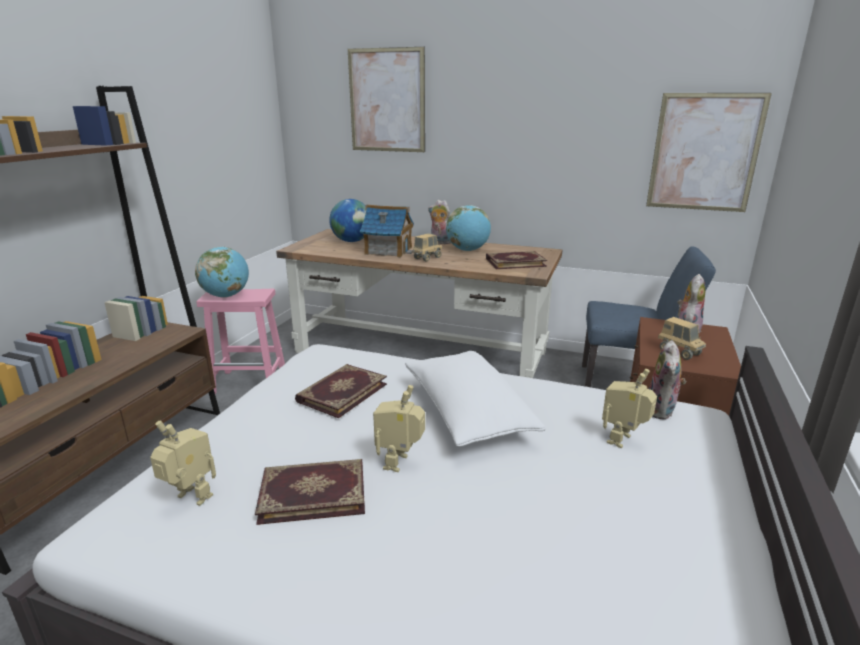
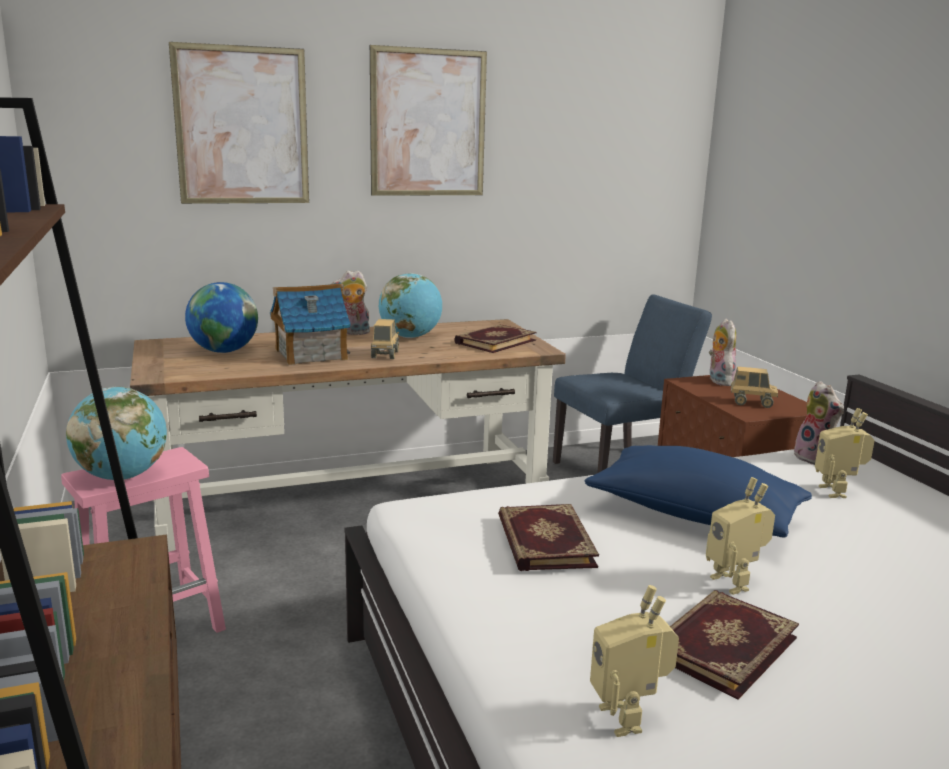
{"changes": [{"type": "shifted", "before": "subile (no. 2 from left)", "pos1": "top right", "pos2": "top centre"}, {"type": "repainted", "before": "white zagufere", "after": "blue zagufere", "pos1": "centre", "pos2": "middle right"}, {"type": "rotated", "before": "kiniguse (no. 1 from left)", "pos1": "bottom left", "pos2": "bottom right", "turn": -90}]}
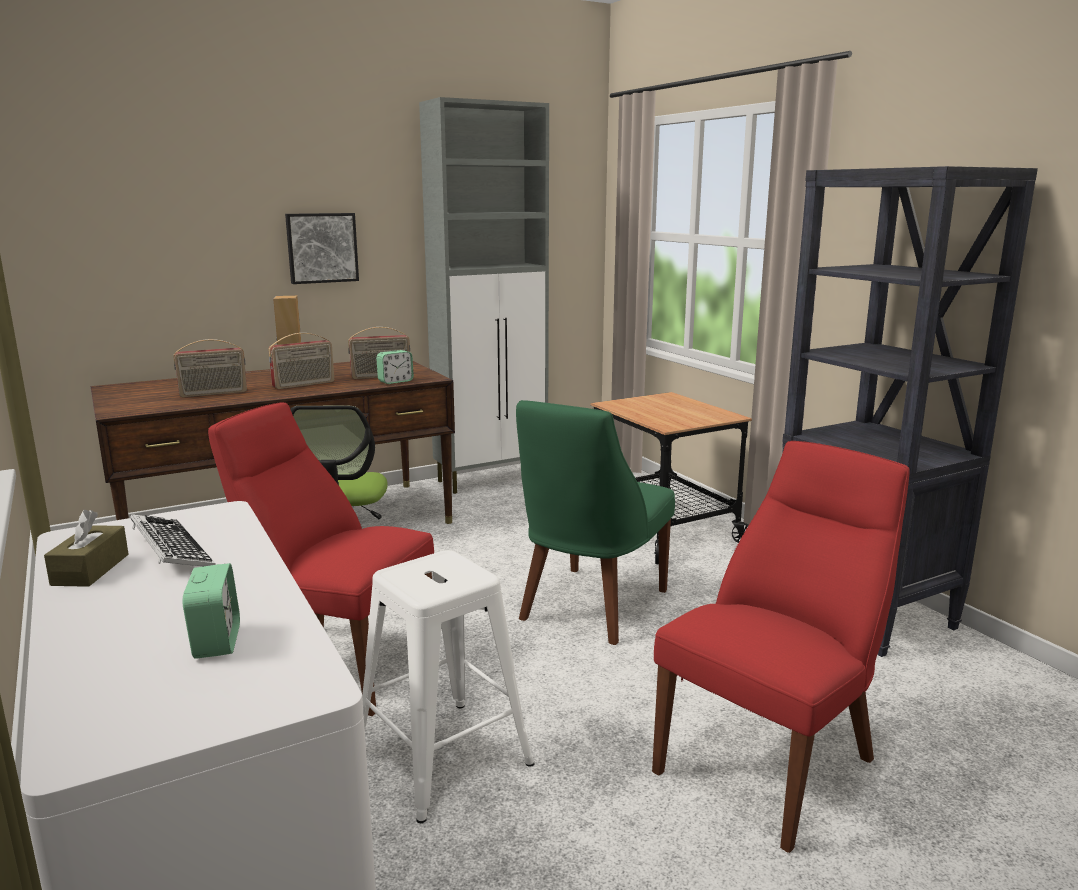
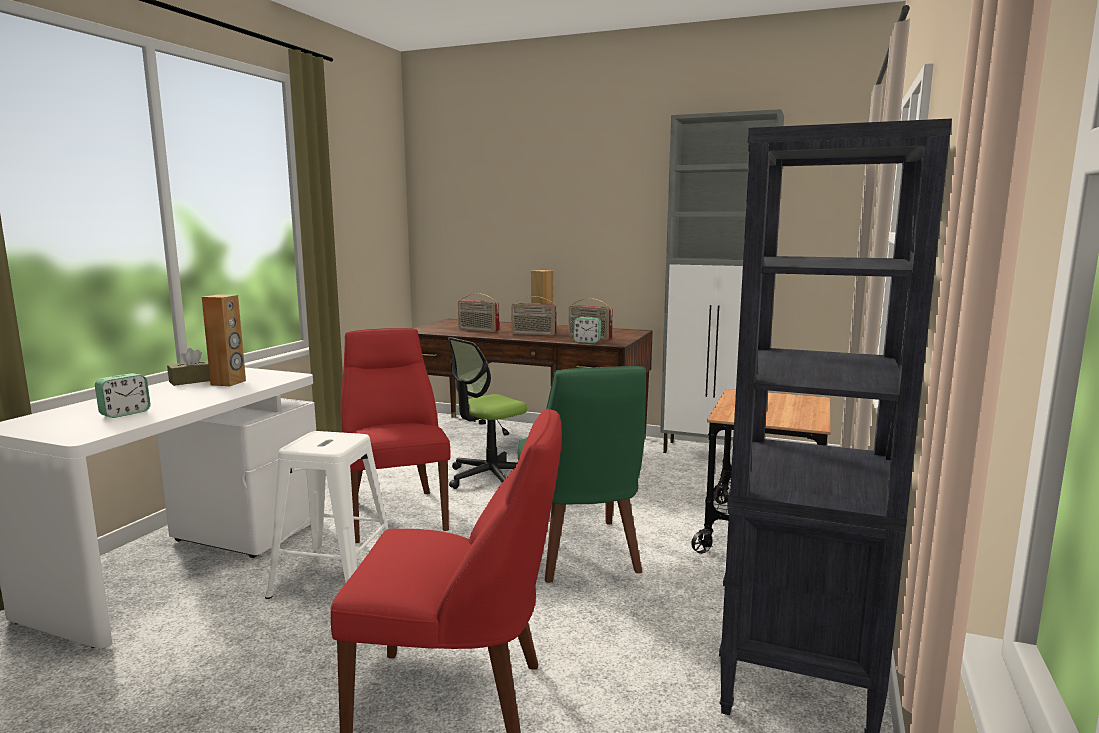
{"changes": [{"type": "gone", "before": "subile", "pos1": "top left"}, {"type": "rotated", "before": "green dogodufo", "pos1": "centre", "pos2": "centre", "turn": -90}, {"type": "swapped", "before": "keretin", "after": "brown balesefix (no. 1 from left)", "pos1": "middle left", "pos2": "middle left"}]}
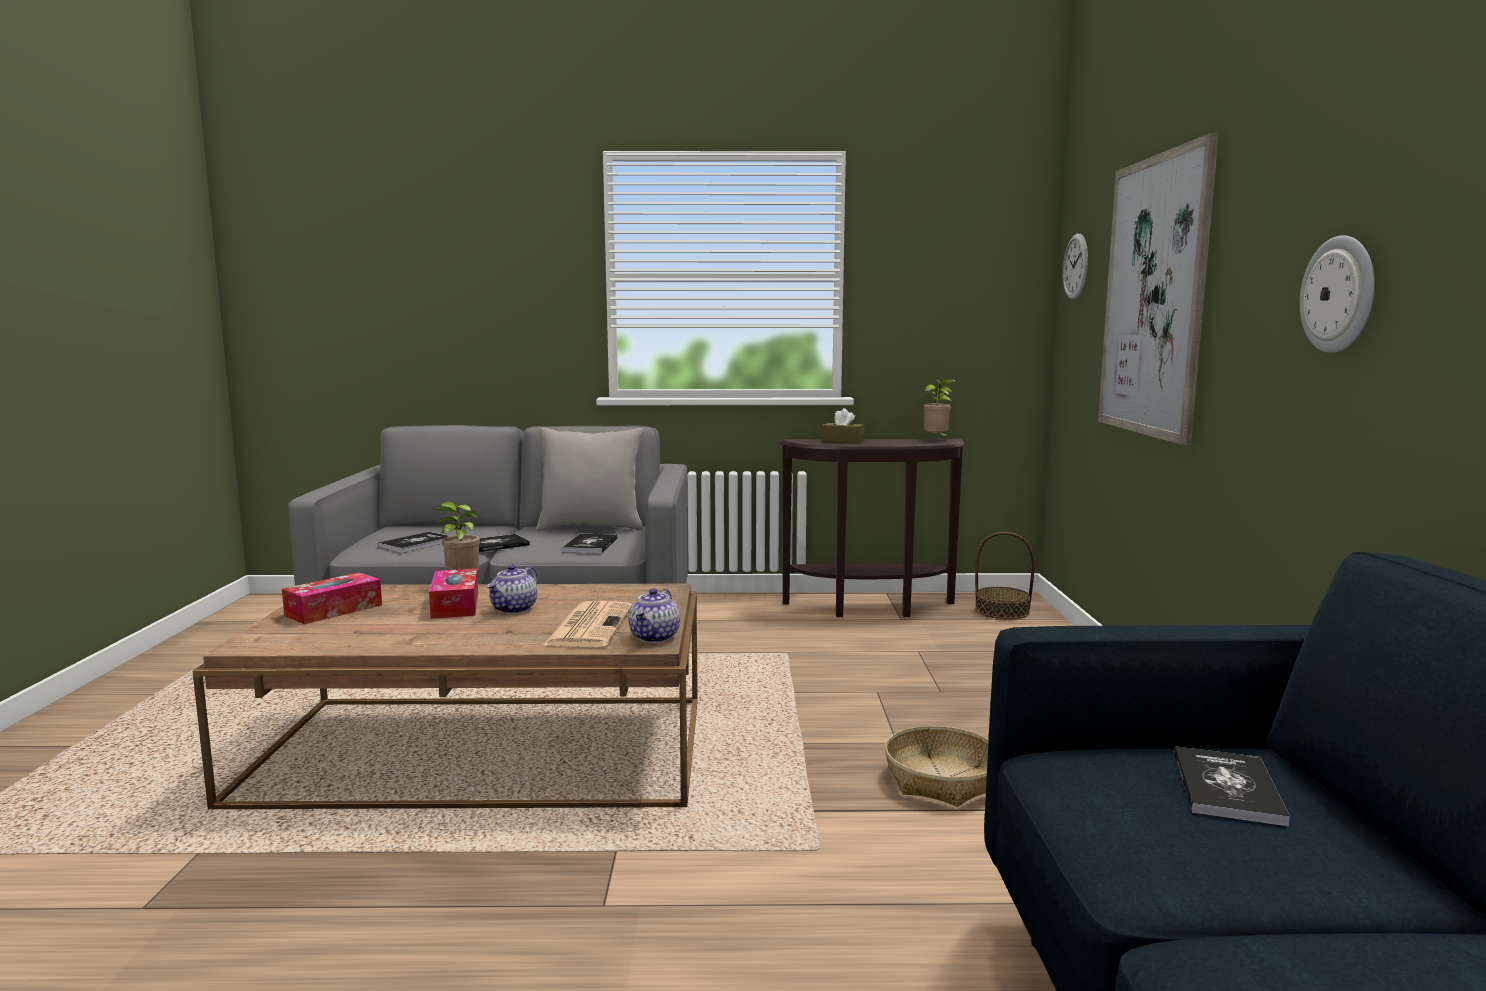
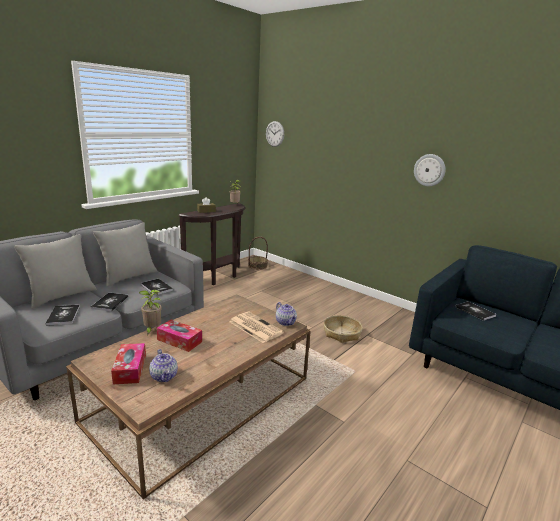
{"changes": [{"type": "gone", "before": "subile", "pos1": "top right"}, {"type": "shifted", "before": "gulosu (no. 1 from left)", "pos1": "centre", "pos2": "bottom left"}, {"type": "new", "after": "grey zagufere (no. 1 from left)", "pos2": "middle left"}]}
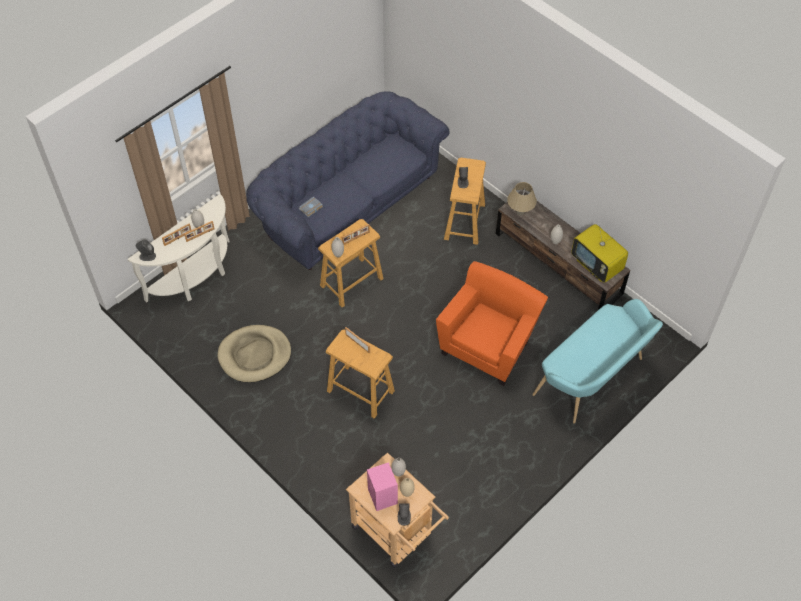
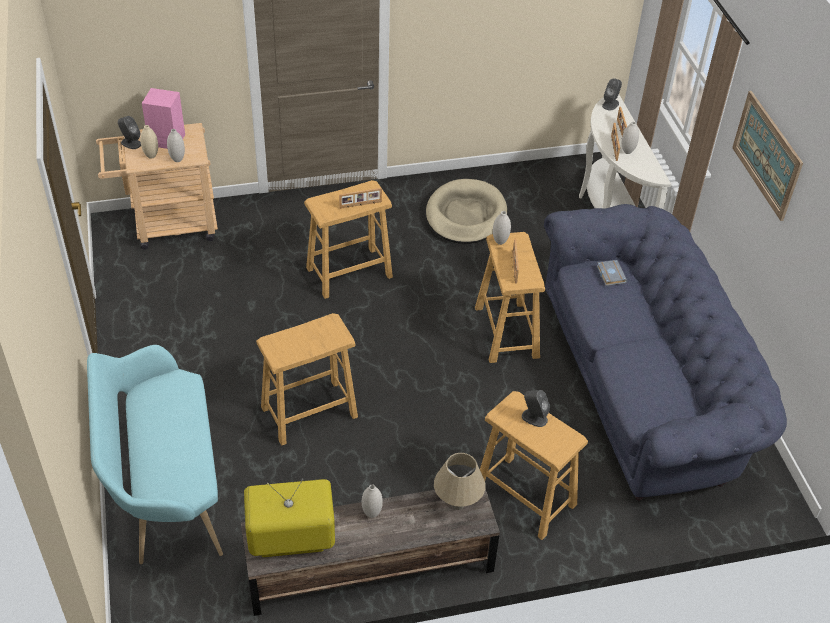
{"changes": [{"type": "swapped", "before": "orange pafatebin", "after": "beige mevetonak (no. 1 from left)", "pos1": "centre", "pos2": "centre"}, {"type": "new", "after": "subile", "pos2": "top right"}]}
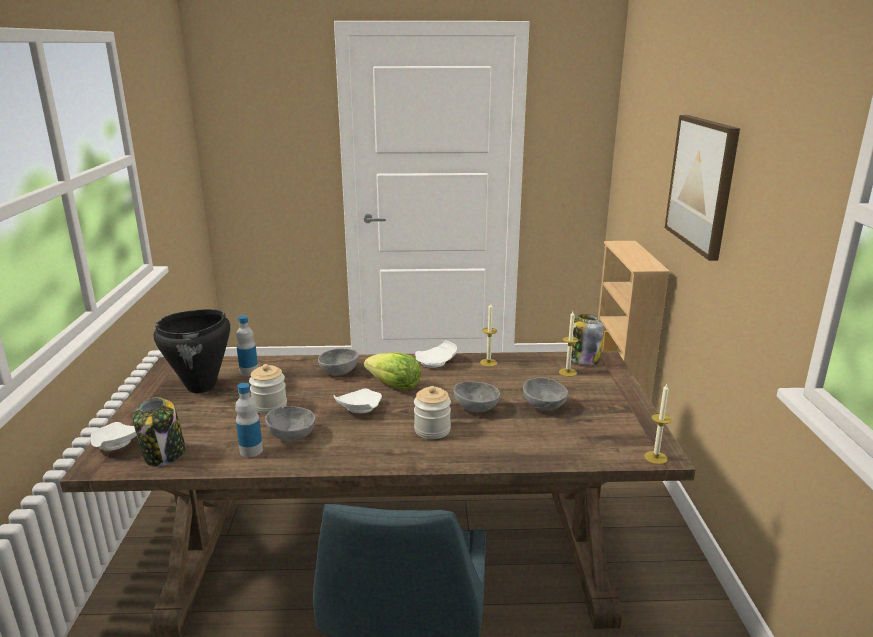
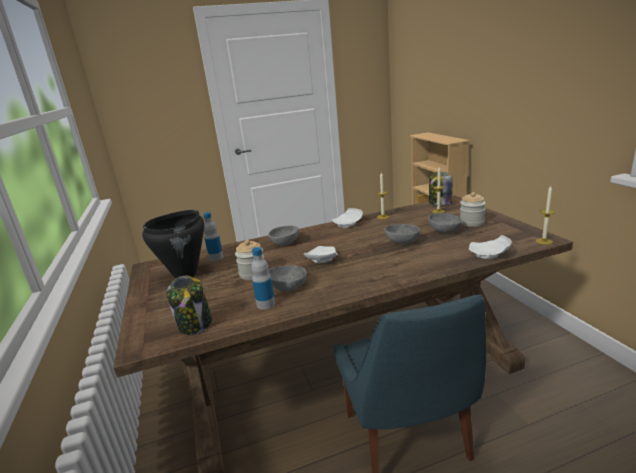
{"changes": [{"type": "gone", "before": "subile", "pos1": "top right"}, {"type": "gone", "before": "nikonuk", "pos1": "centre"}, {"type": "shifted", "before": "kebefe (no. 3 from left in the first image)", "after": "kebefe (no. 4 from left)", "pos1": "centre", "pos2": "middle right"}, {"type": "shifted", "before": "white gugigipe (no. 1 from left in the first image)", "after": "white gugigipe (no. 3 from left)", "pos1": "bottom left", "pos2": "middle right"}]}
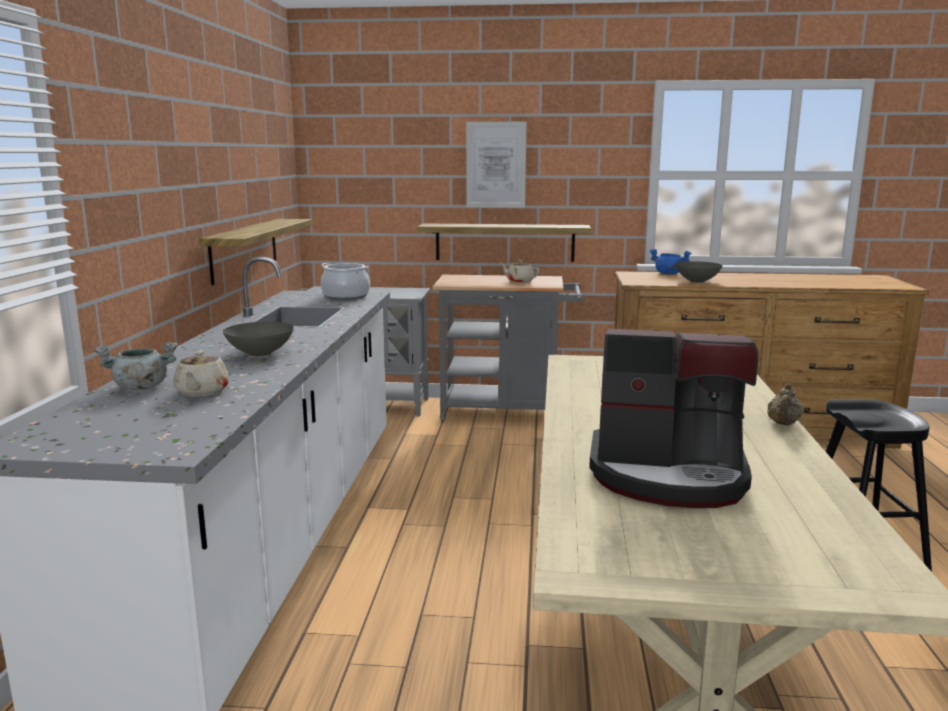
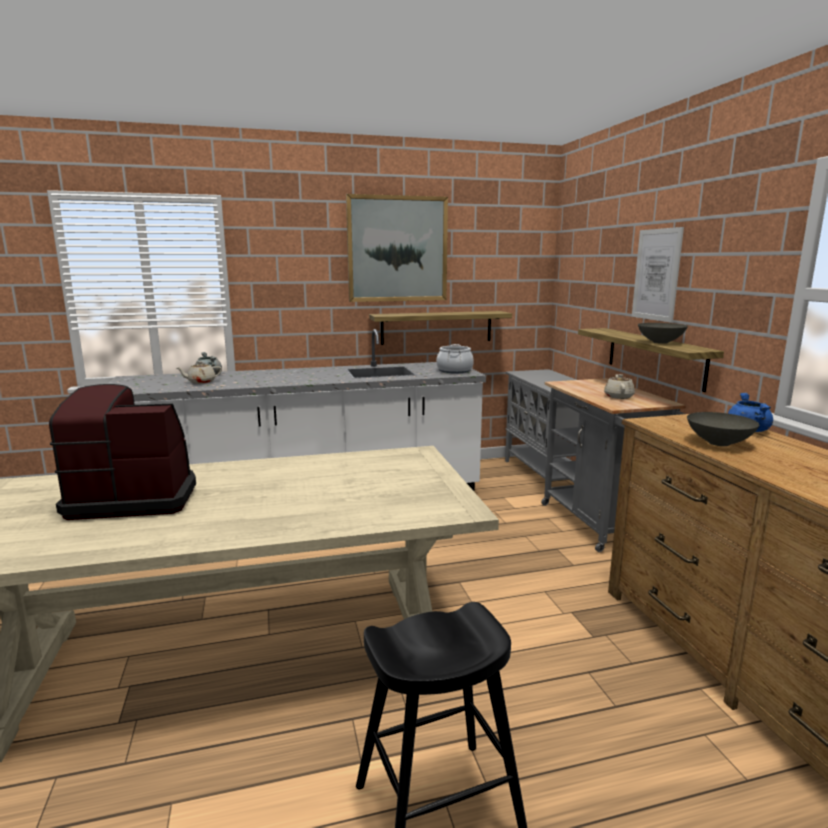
{"changes": [{"type": "shifted", "before": "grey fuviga (no. 1 from left)", "pos1": "middle left", "pos2": "middle right"}, {"type": "rotated", "before": "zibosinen", "pos1": "middle right", "pos2": "middle left", "turn": 90}, {"type": "gone", "before": "beige gulosu (no. 3 from left)", "pos1": "middle right"}, {"type": "new", "after": "subile (no. 1 from left)", "pos2": "top centre"}]}
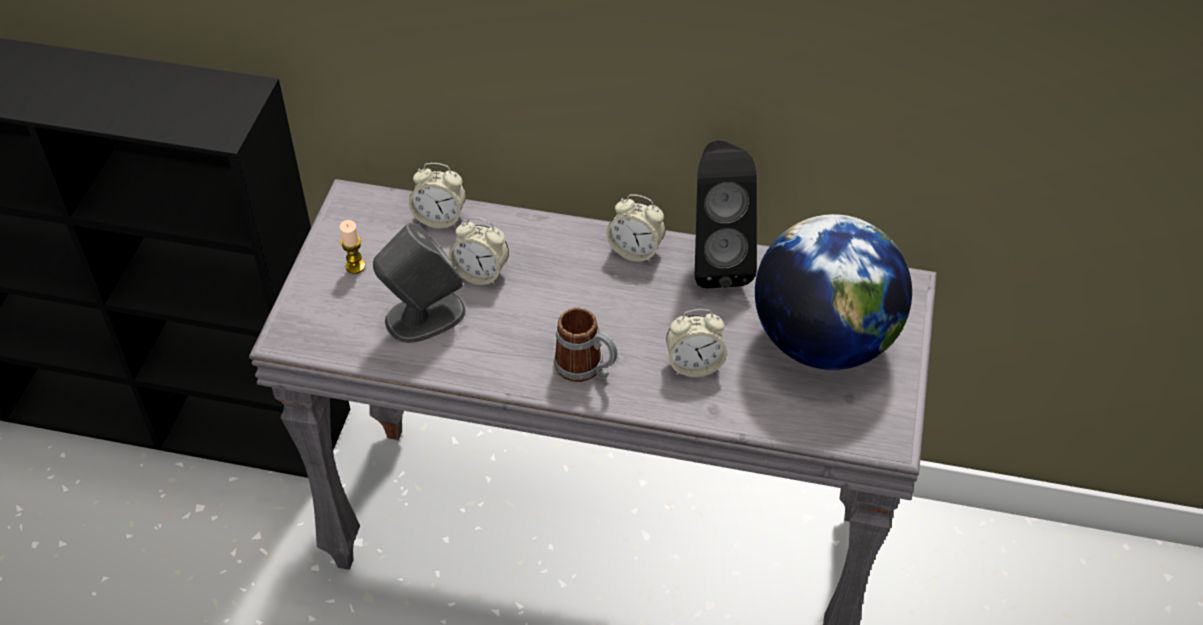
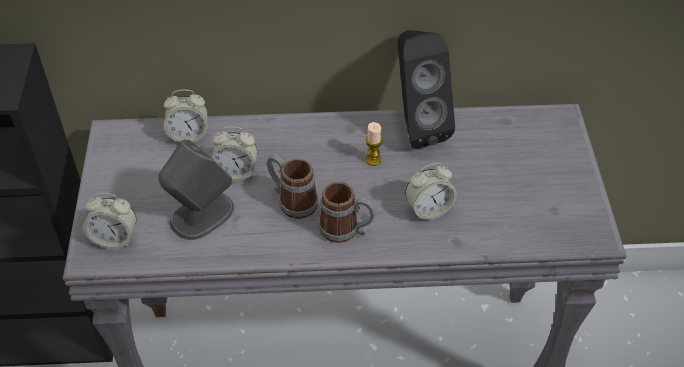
{"changes": [{"type": "shifted", "before": "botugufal (no. 3 from left in the first image)", "after": "botugufal (no. 1 from left)", "pos1": "centre", "pos2": "middle left"}, {"type": "gone", "before": "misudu", "pos1": "middle right"}, {"type": "shifted", "before": "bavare", "pos1": "middle left", "pos2": "centre"}, {"type": "new", "after": "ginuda (no. 1 from left)", "pos2": "centre"}]}
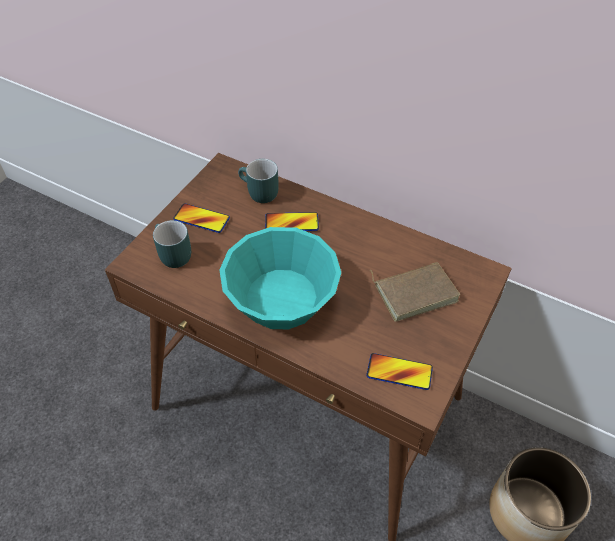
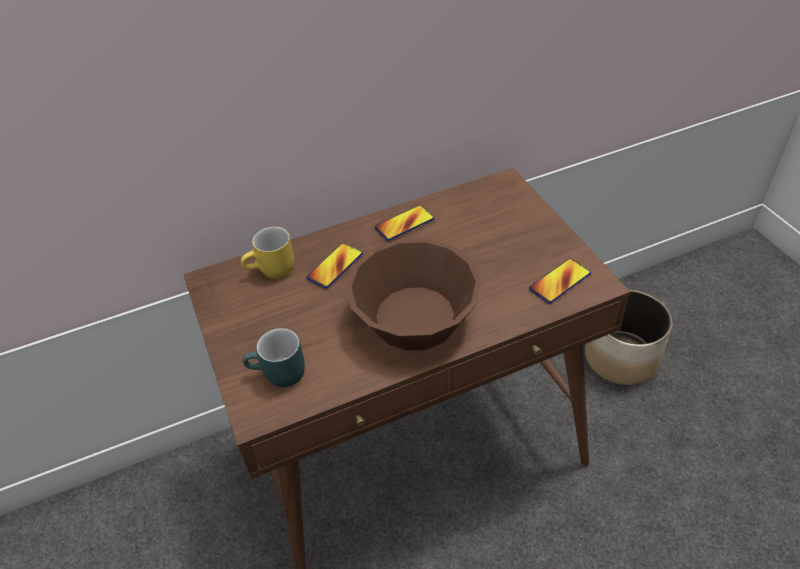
{"changes": [{"type": "repainted", "before": "turquoise ginuda (no. 2 from left)", "after": "yellow ginuda", "pos1": "centre", "pos2": "centre"}, {"type": "shifted", "before": "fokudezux (no. 1 from left in the first image)", "after": "fokudezux (no. 2 from left)", "pos1": "middle left", "pos2": "centre"}, {"type": "repainted", "before": "turquoise fuviga", "after": "brown fuviga", "pos1": "centre", "pos2": "centre"}, {"type": "gone", "before": "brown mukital", "pos1": "middle right"}]}
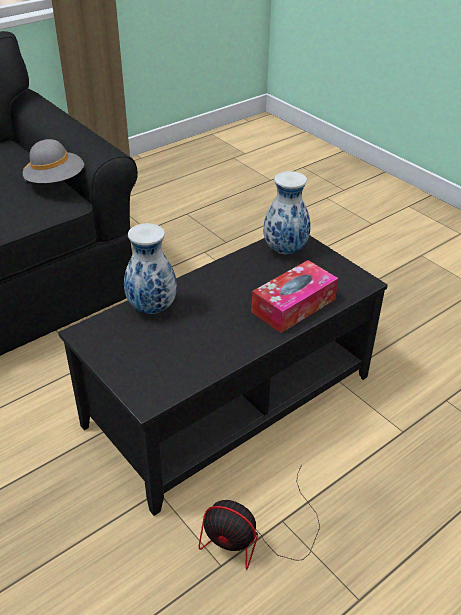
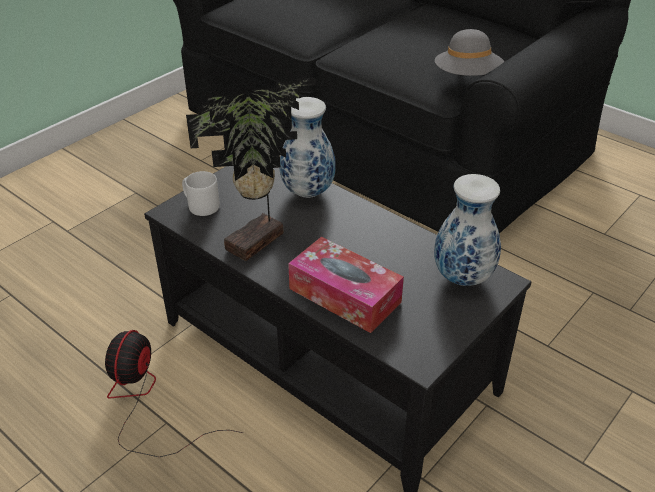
{"changes": [{"type": "new", "after": "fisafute", "pos2": "centre"}, {"type": "new", "after": "grey ginuda", "pos2": "middle left"}]}
